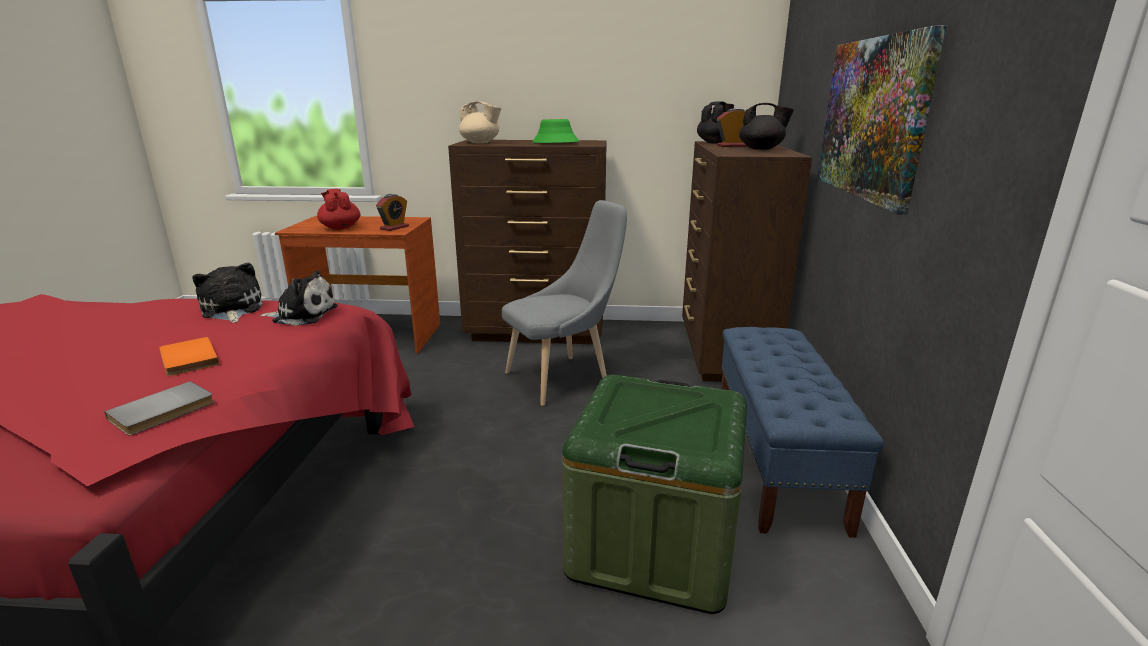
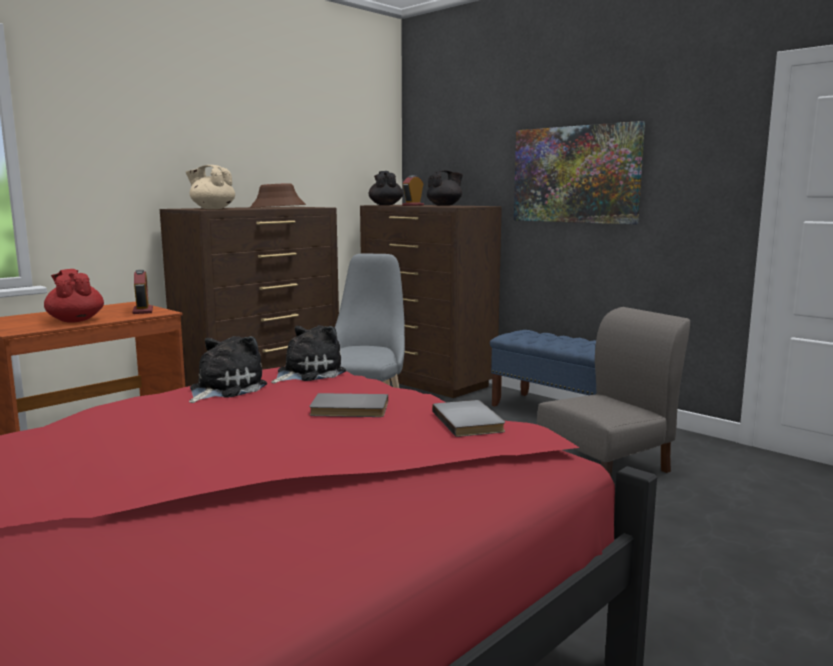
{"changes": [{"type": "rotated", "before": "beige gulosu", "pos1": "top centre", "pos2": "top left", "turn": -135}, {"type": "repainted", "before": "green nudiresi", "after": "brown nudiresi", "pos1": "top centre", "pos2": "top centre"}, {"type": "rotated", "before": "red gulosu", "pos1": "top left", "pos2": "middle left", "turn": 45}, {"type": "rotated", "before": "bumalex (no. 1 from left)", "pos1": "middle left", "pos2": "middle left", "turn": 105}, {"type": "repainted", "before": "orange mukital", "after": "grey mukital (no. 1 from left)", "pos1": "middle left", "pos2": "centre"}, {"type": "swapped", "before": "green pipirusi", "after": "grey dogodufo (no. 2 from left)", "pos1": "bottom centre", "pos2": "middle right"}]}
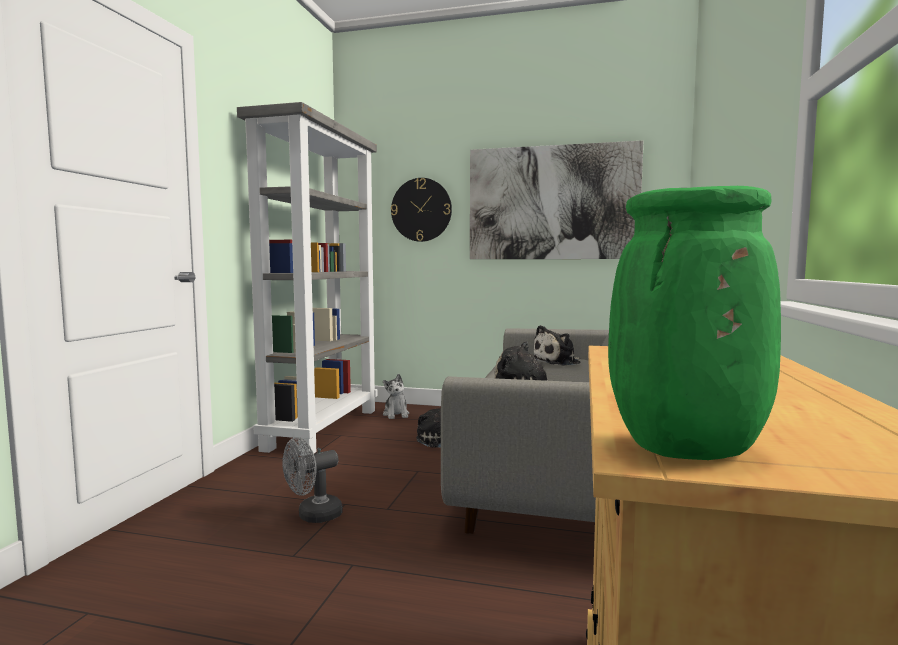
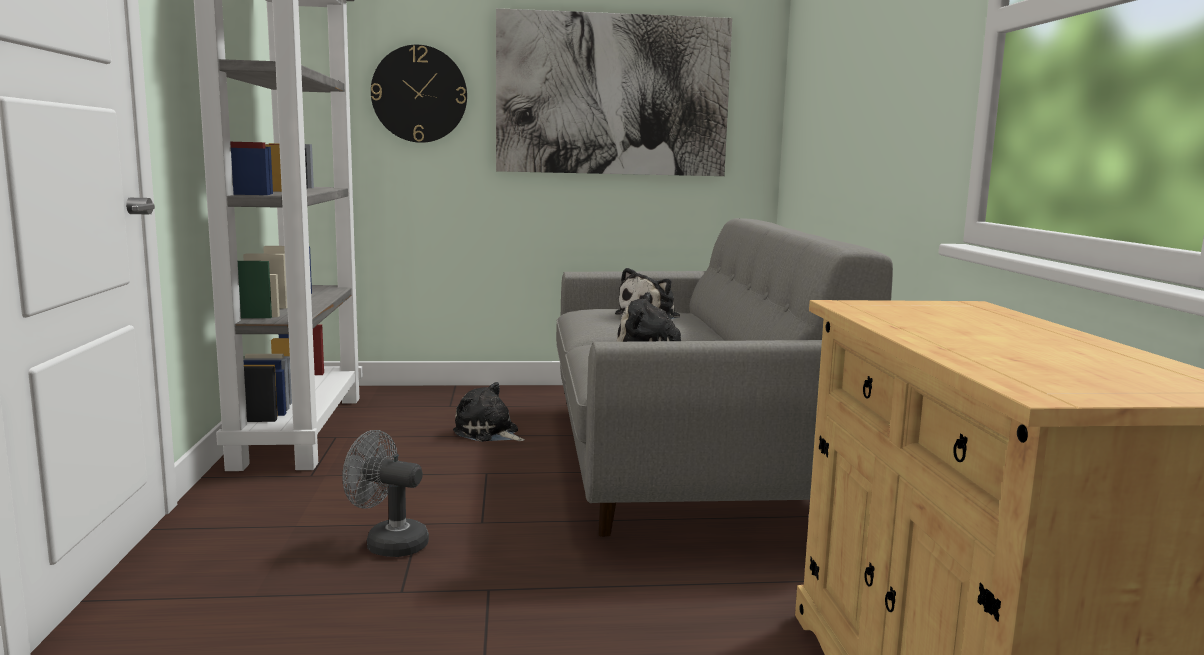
{"changes": [{"type": "gone", "before": "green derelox", "pos1": "middle right"}, {"type": "gone", "before": "bumalex (no. 1 from left)", "pos1": "centre"}, {"type": "rotated", "before": "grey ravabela", "pos1": "bottom centre", "pos2": "bottom left", "turn": 75}]}
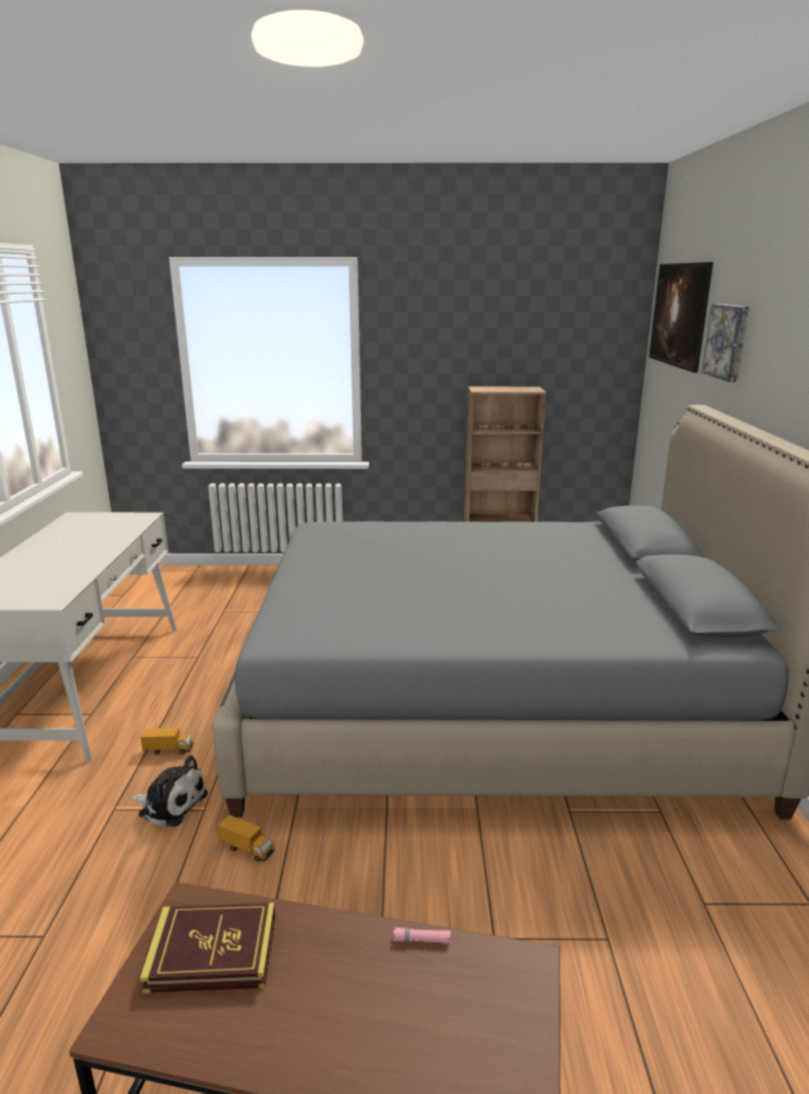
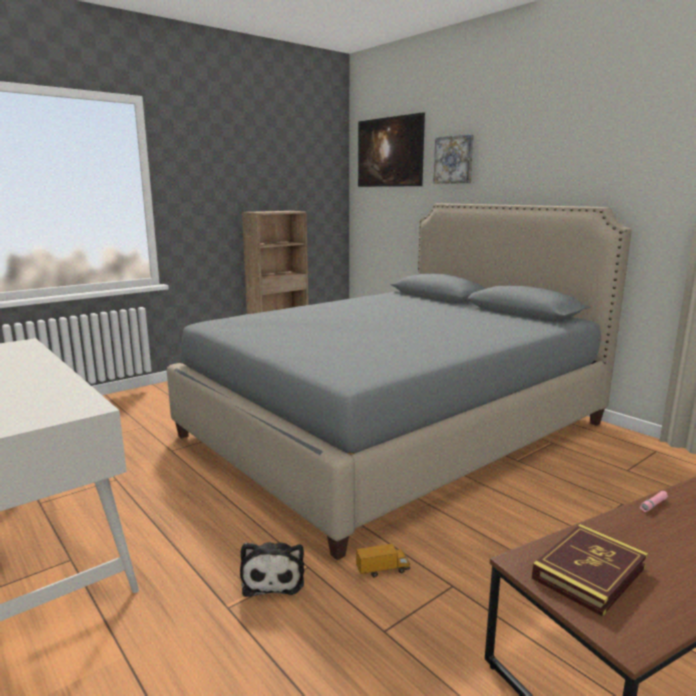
{"changes": [{"type": "gone", "before": "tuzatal (no. 1 from left)", "pos1": "bottom left"}, {"type": "rotated", "before": "bumalex", "pos1": "bottom left", "pos2": "bottom centre", "turn": 105}]}
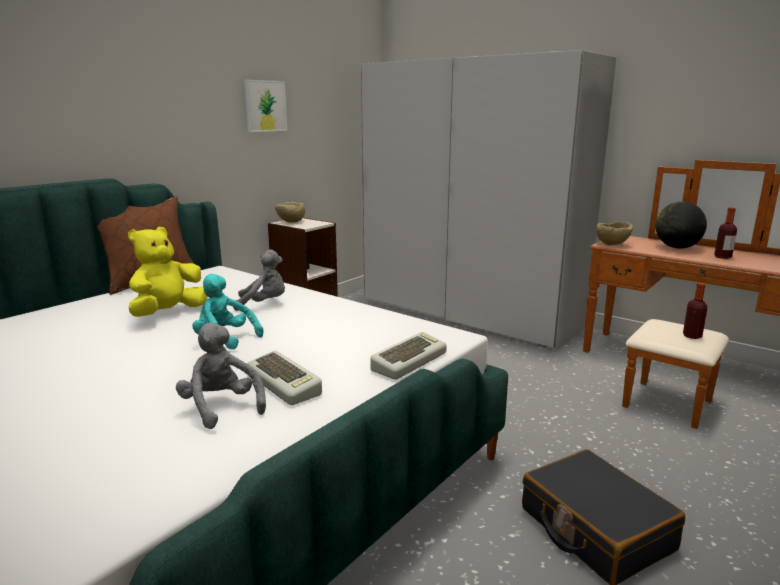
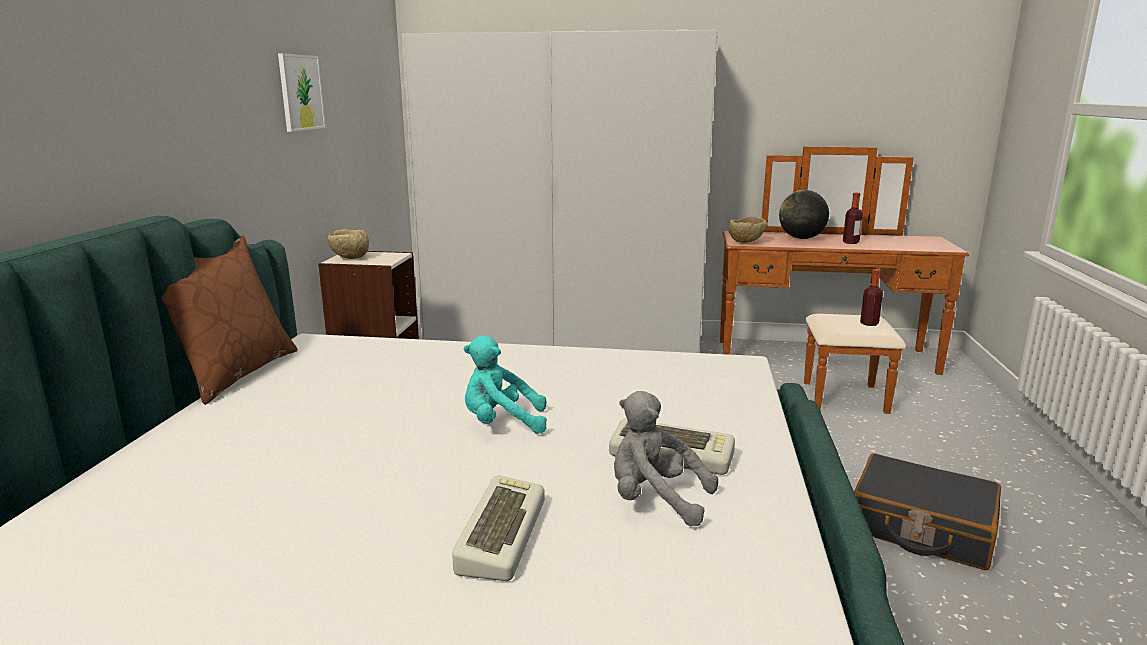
{"changes": [{"type": "gone", "before": "yellow bumalex", "pos1": "middle left"}, {"type": "gone", "before": "grey bumalex (no. 2 from left)", "pos1": "middle left"}, {"type": "shifted", "before": "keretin (no. 2 from left in the first image)", "after": "keretin (no. 1 from left)", "pos1": "centre", "pos2": "bottom centre"}]}
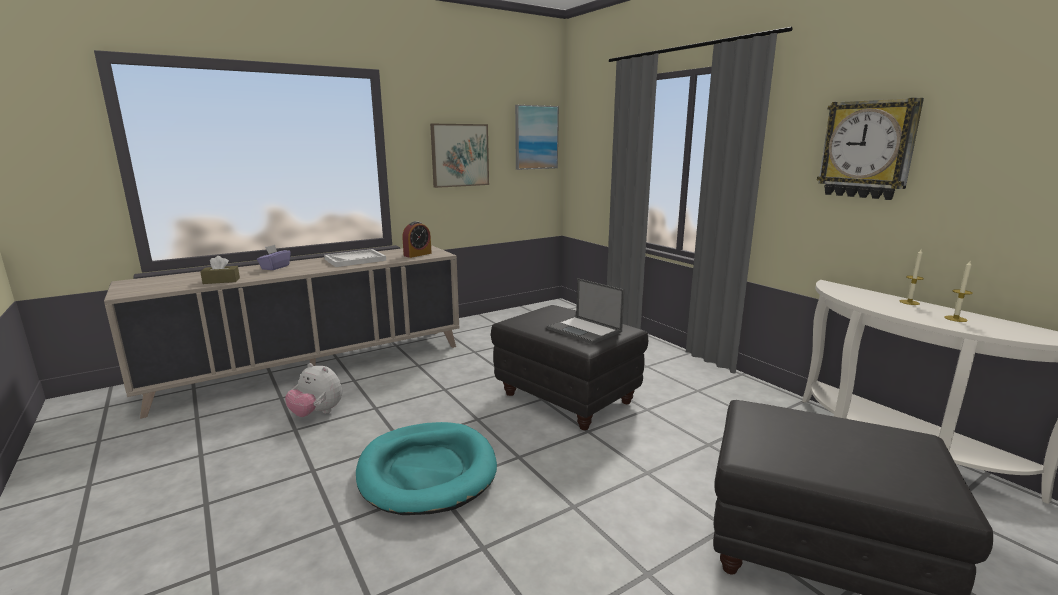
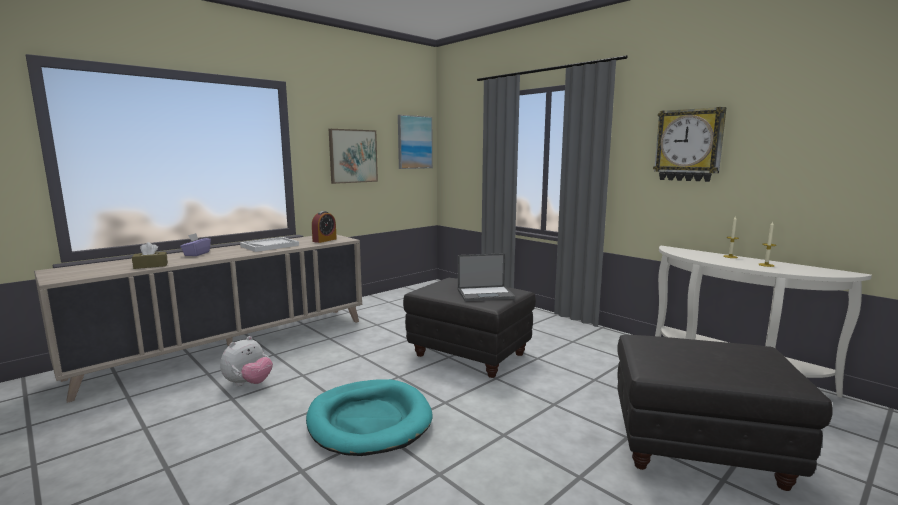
{"changes": [{"type": "rotated", "before": "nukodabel", "pos1": "centre", "pos2": "centre", "turn": -45}, {"type": "rotated", "before": "bumalex", "pos1": "middle left", "pos2": "bottom left", "turn": -75}]}
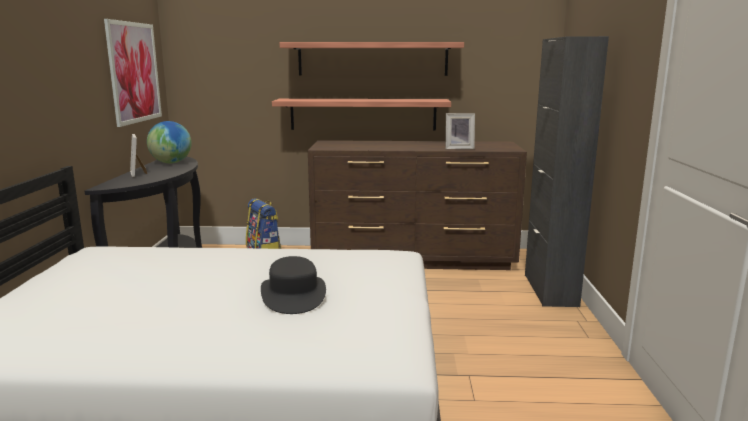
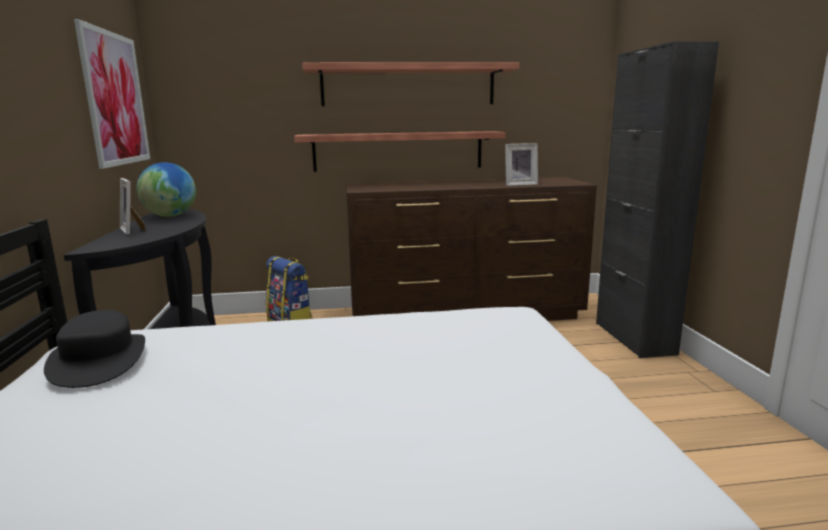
{"changes": [{"type": "shifted", "before": "black nudiresi", "pos1": "bottom centre", "pos2": "middle left"}]}
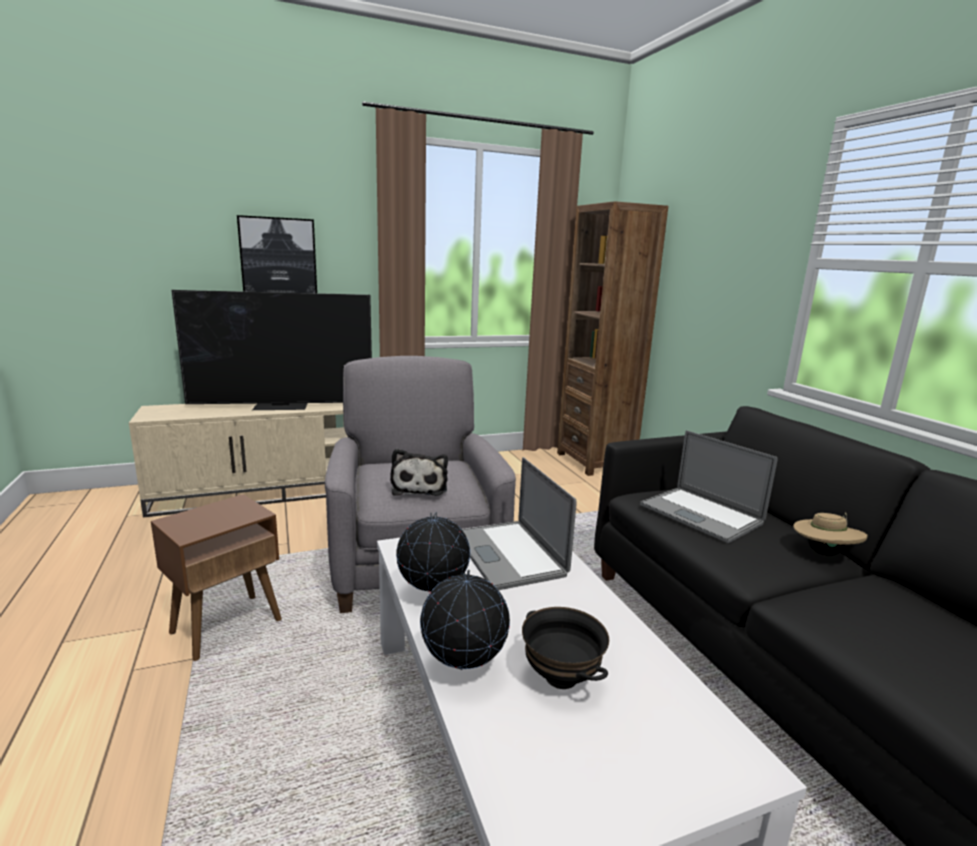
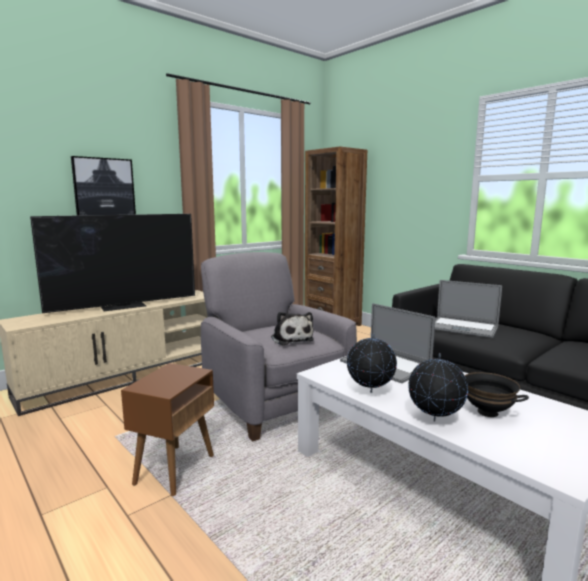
{"changes": [{"type": "gone", "before": "beige nudiresi", "pos1": "middle right"}]}
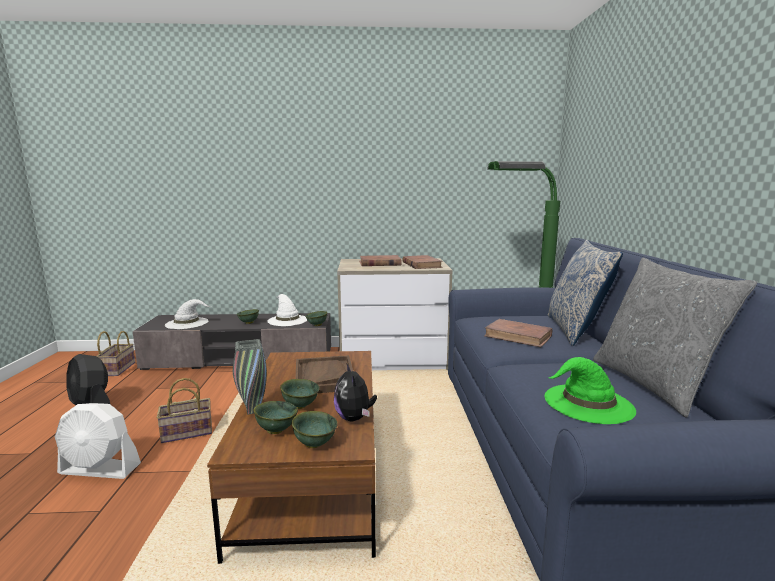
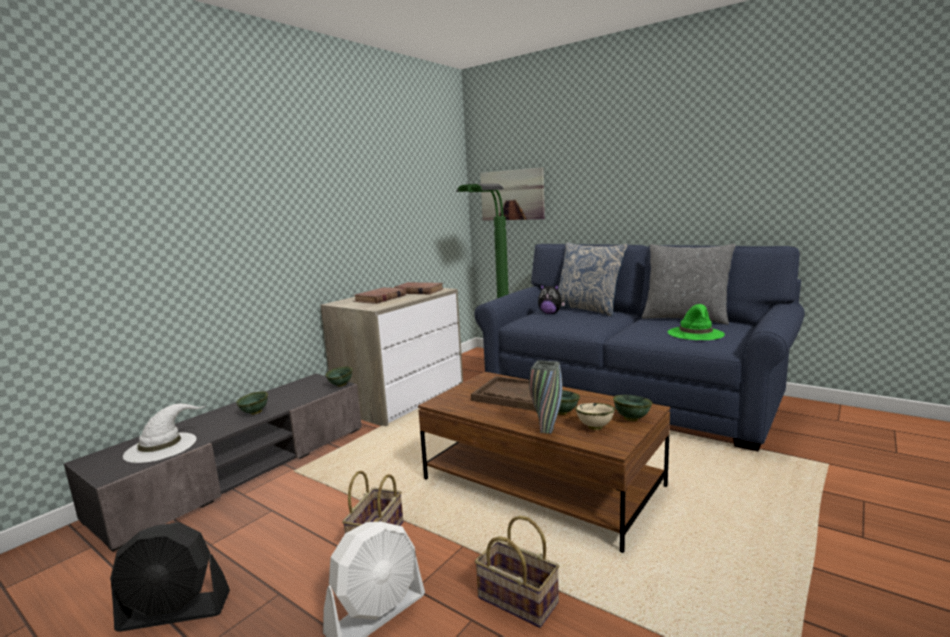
{"changes": [{"type": "gone", "before": "white nudiresi (no. 2 from left)", "pos1": "centre"}, {"type": "gone", "before": "brown mukital (no. 3 from left)", "pos1": "middle right"}, {"type": "shifted", "before": "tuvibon (no. 1 from left in the first image)", "after": "tuvibon (no. 2 from left)", "pos1": "middle left", "pos2": "bottom centre"}, {"type": "shifted", "before": "bumalex", "pos1": "bottom centre", "pos2": "centre"}, {"type": "repainted", "before": "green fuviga (no. 2 from left)", "after": "beige fuviga", "pos1": "bottom centre", "pos2": "centre"}, {"type": "new", "after": "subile", "pos2": "top centre"}]}
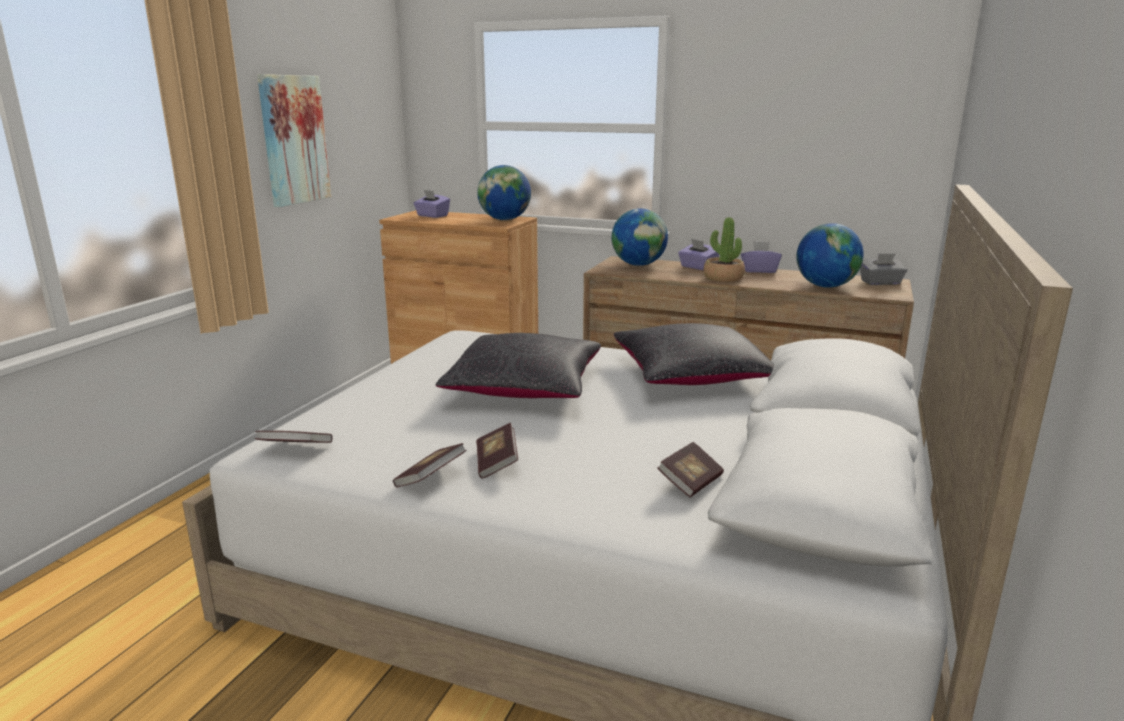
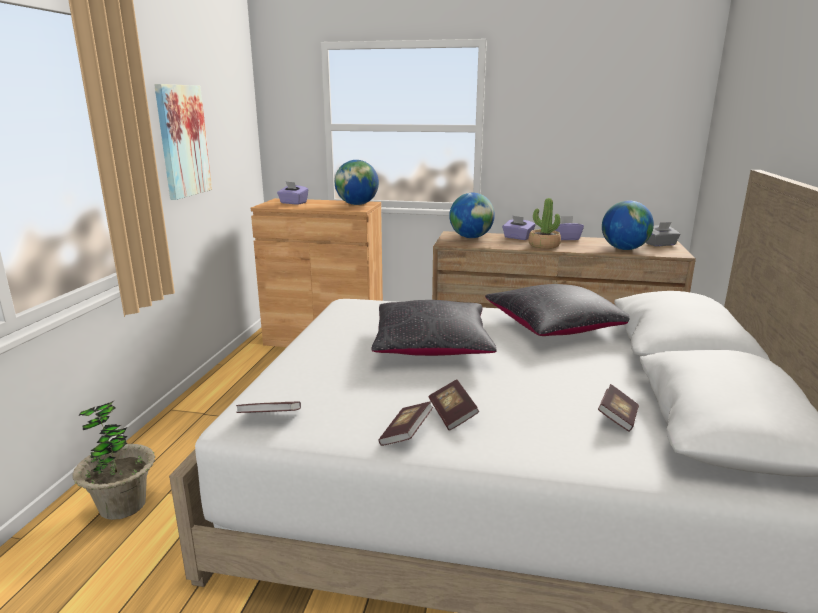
{"changes": [{"type": "new", "after": "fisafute (no. 1 from left)", "pos2": "bottom left"}]}
